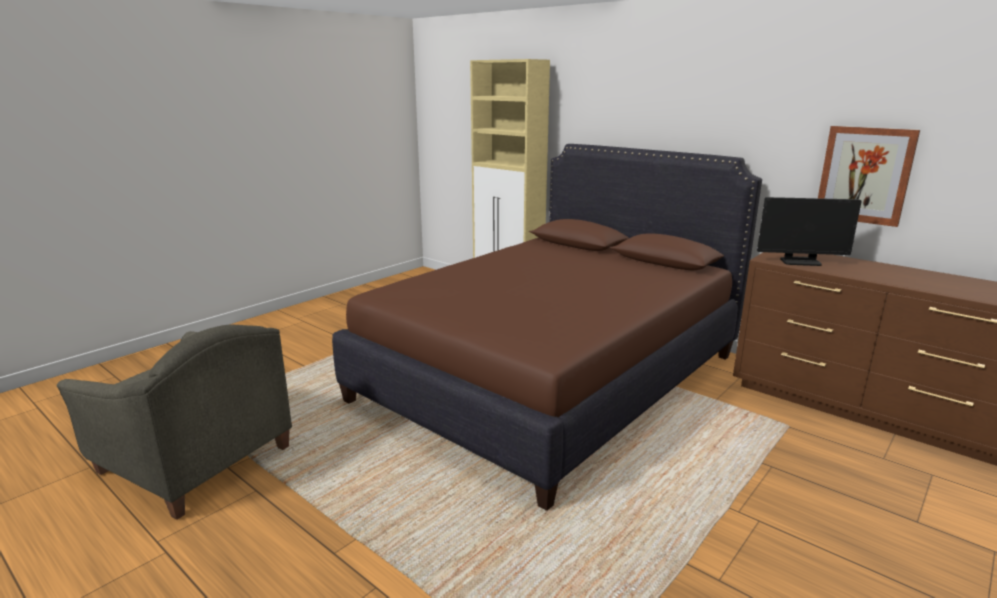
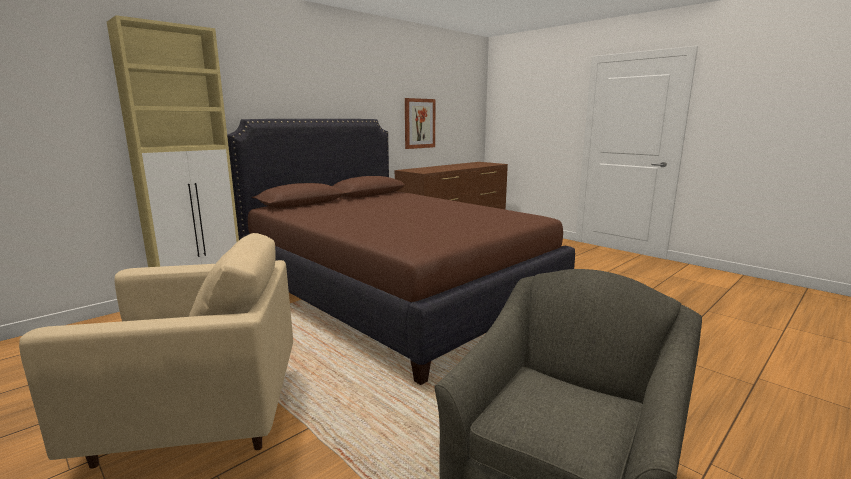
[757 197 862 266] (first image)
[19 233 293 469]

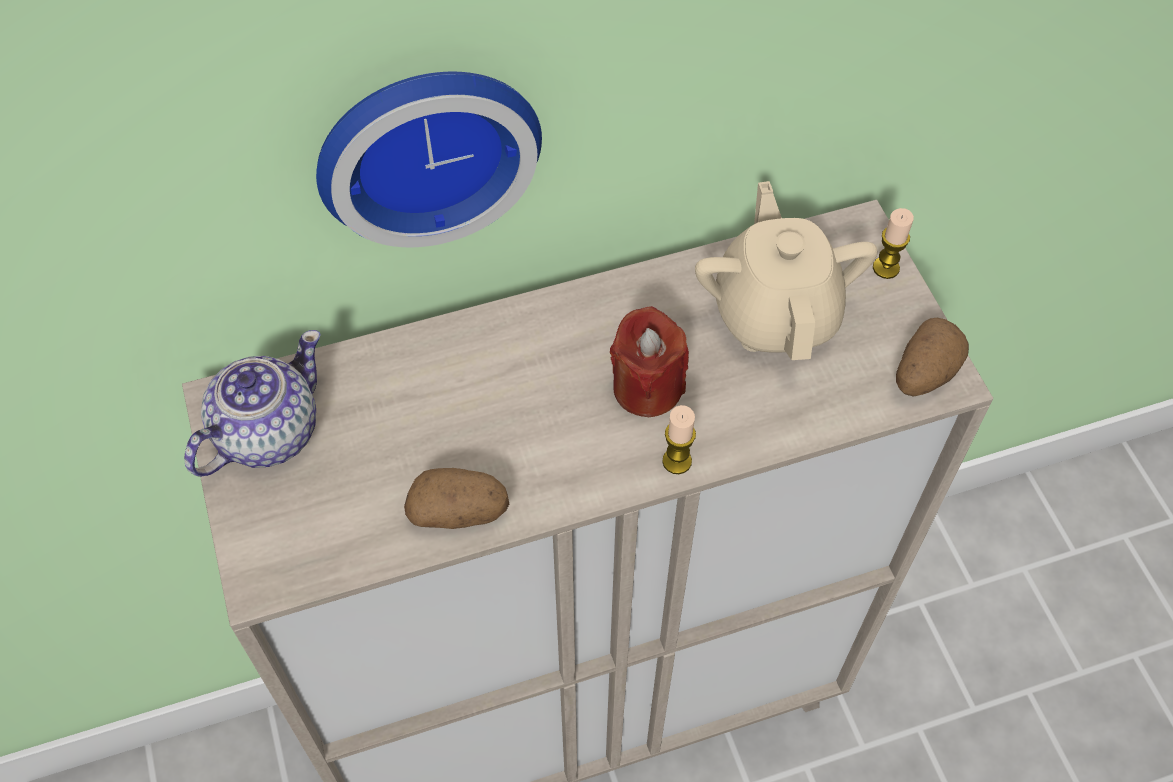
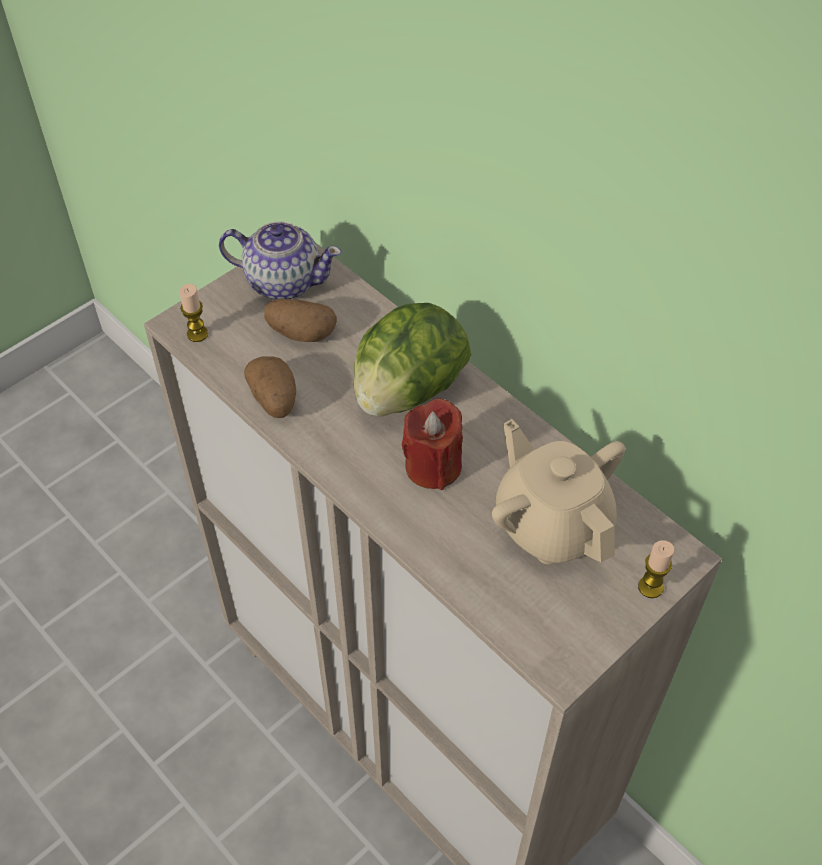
[316 72 542 247] (first image)
[179 284 208 342]
[492 419 625 564]
[265 299 337 342]
[354 303 471 416]

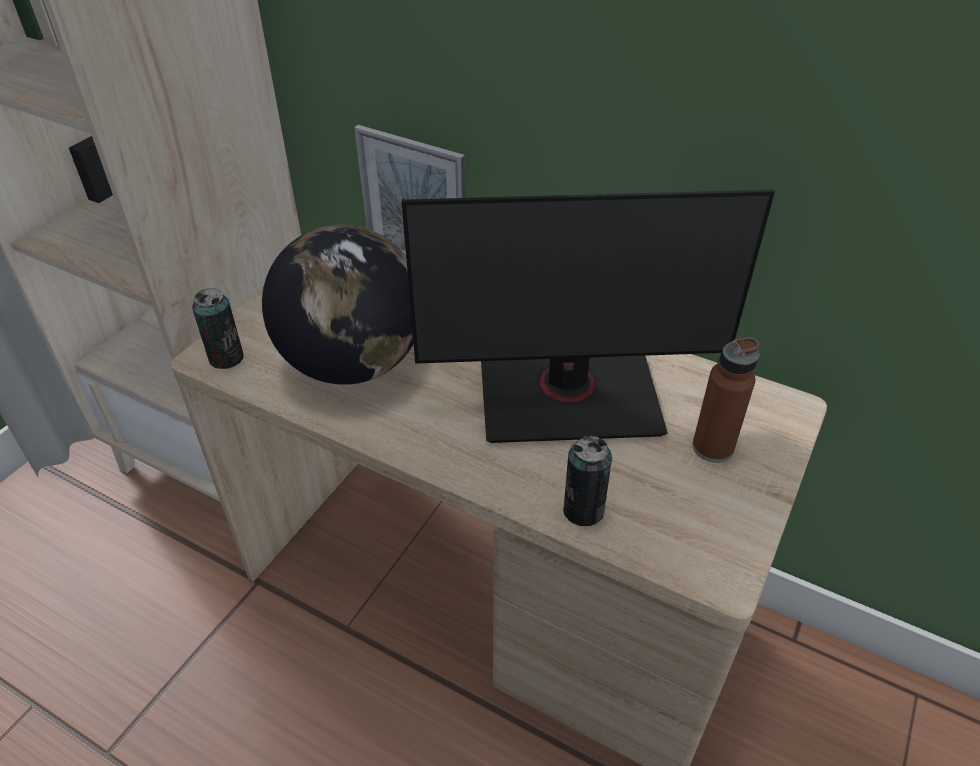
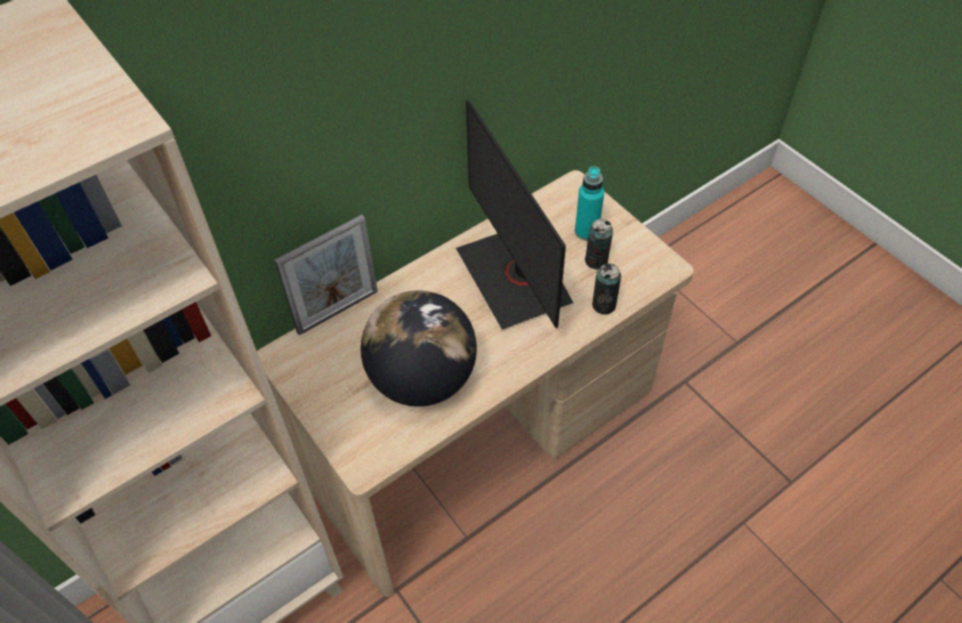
[585 219 613 270]
[456 100 573 329]
[575 166 604 241]

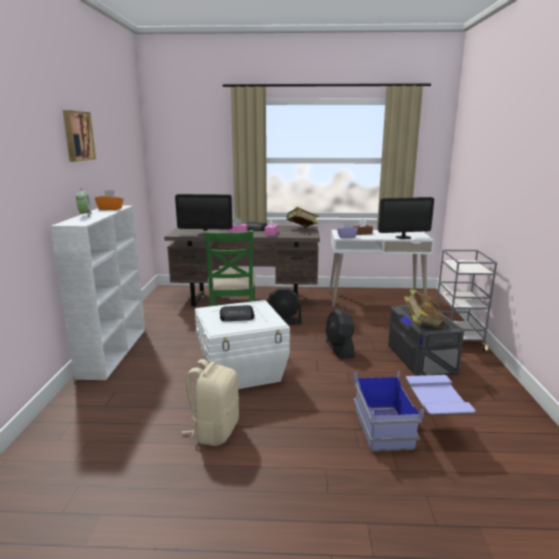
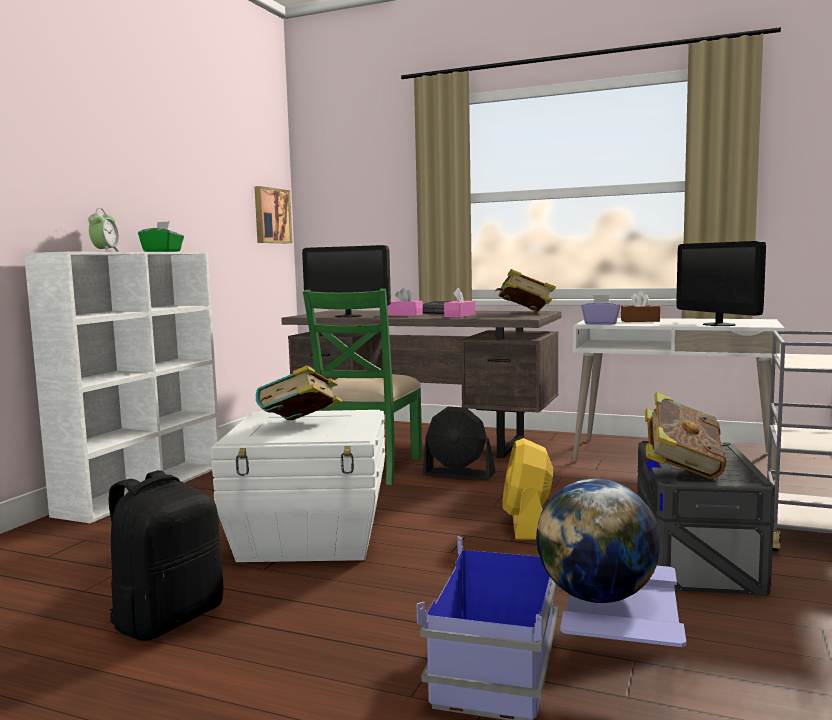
[255 186 293 243]
[138 221 184 252]
[109 470 223 641]
[256 365 342 420]
[502 438 553 540]
[676 241 766 326]
[536 479 661 603]

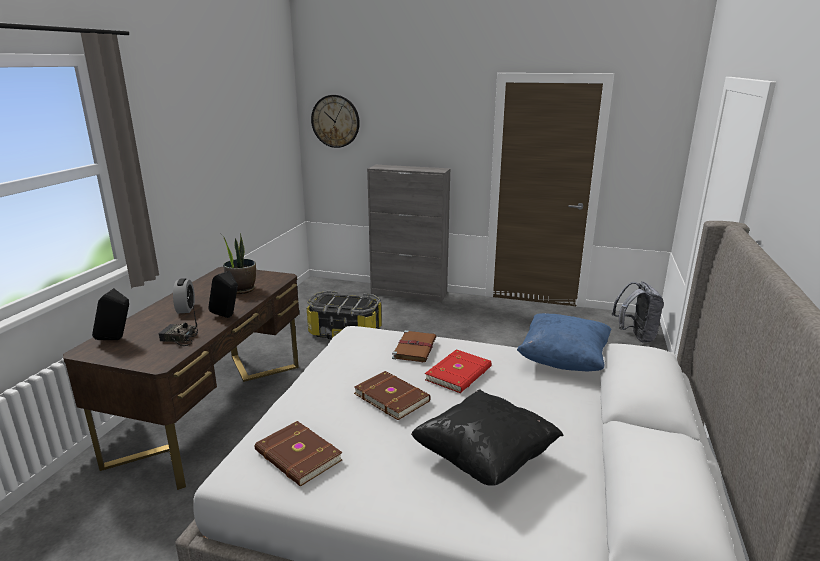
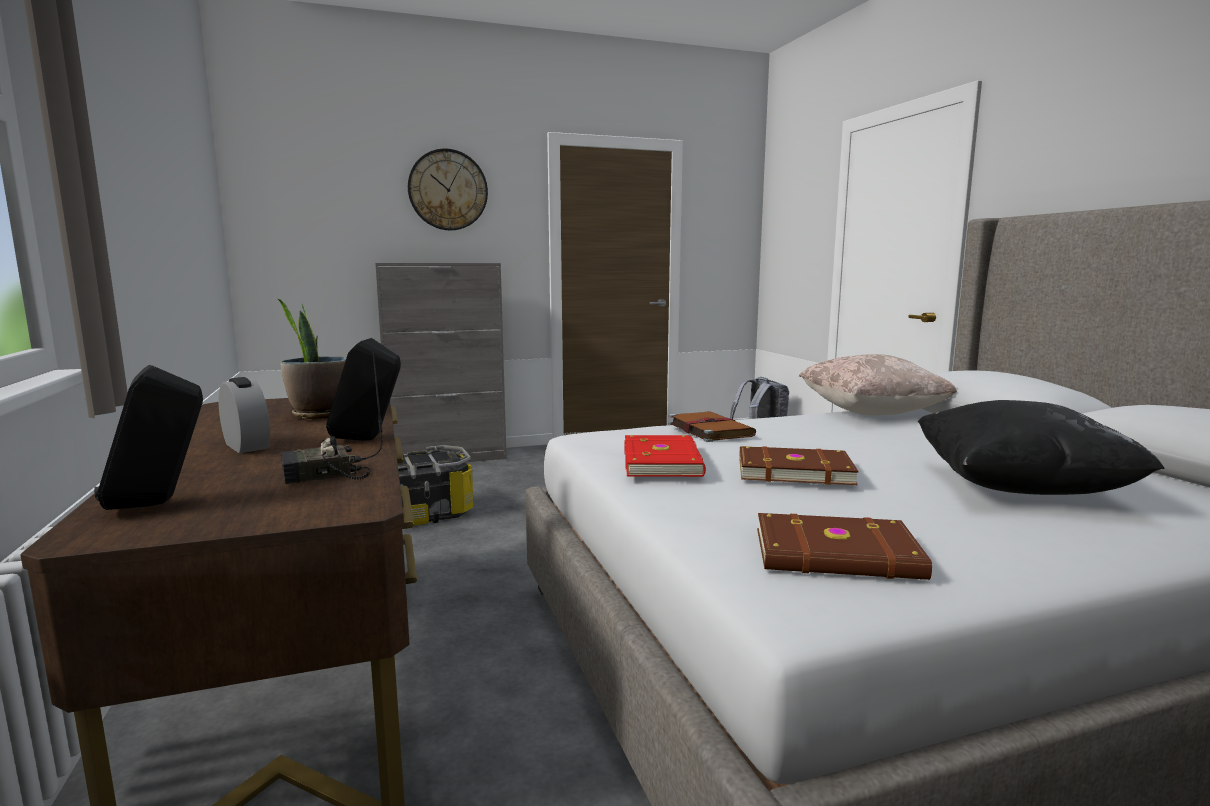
[408 149 488 230]
[625 435 706 477]
[799 354 957 415]

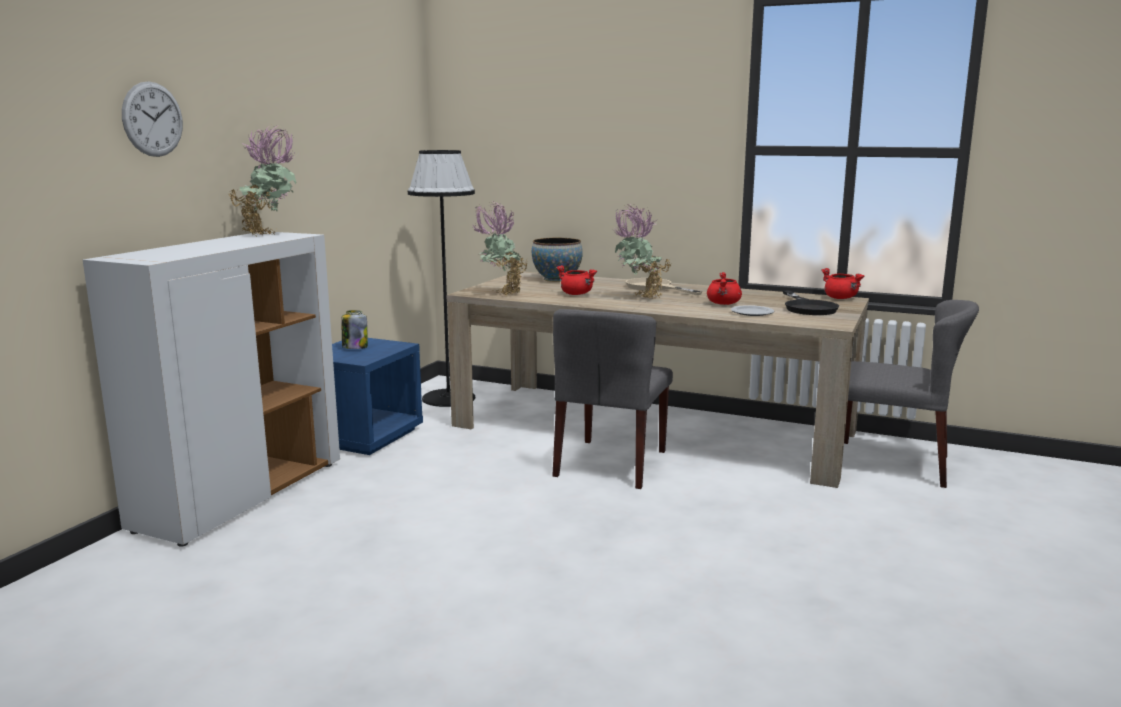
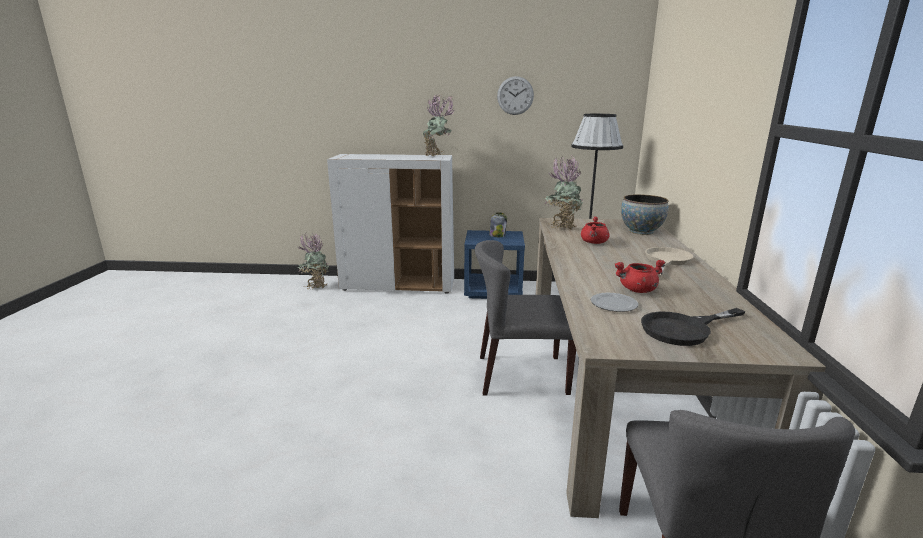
[497 76 534 115]
[297 232 329 289]
[821 268 865 299] (first image)

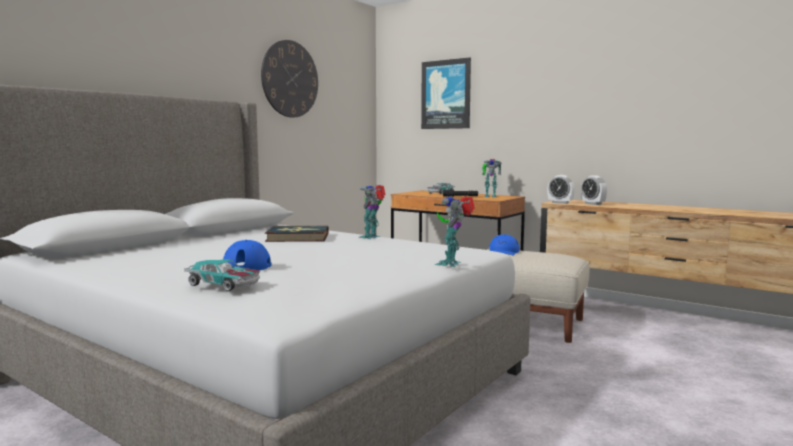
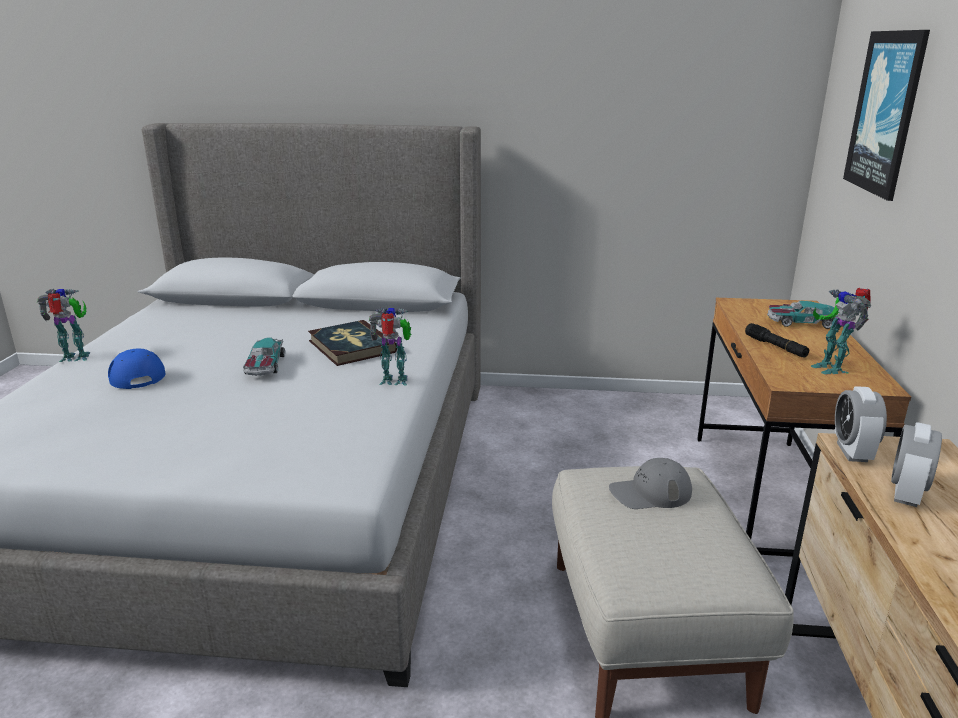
[243 338 285 376]
[261 40 318 118] (first image)
[37 289 90 362]
[609 458 692 509]

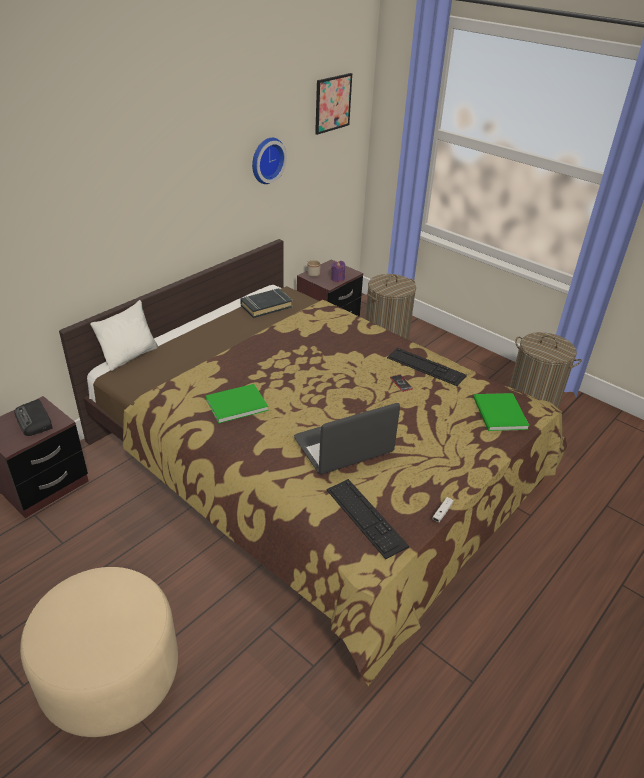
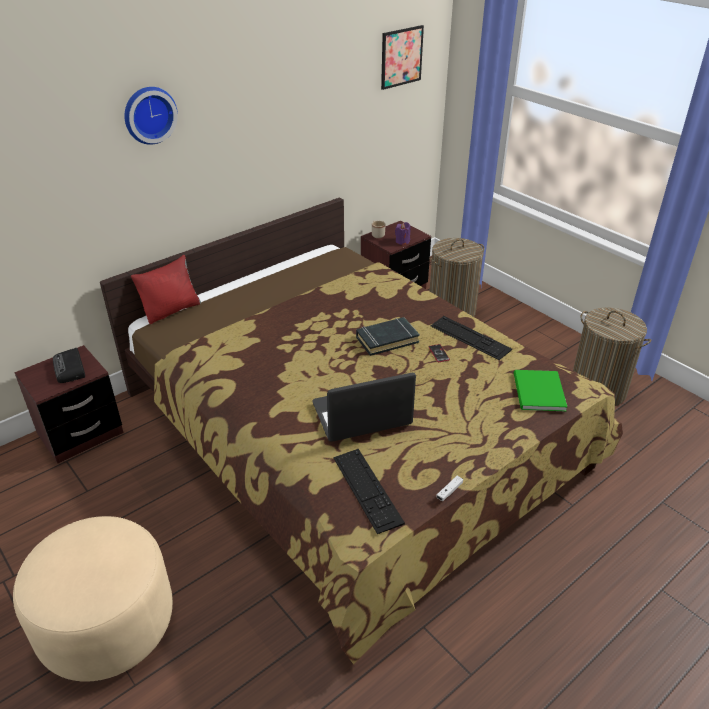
[131 255 201 324]
[205 384 268 424] (first image)
[356 317 420 356]
[124 87 178 145]

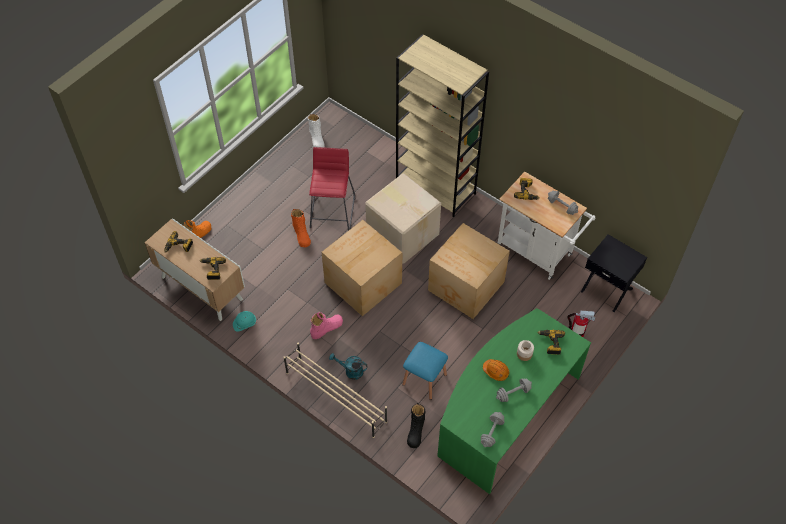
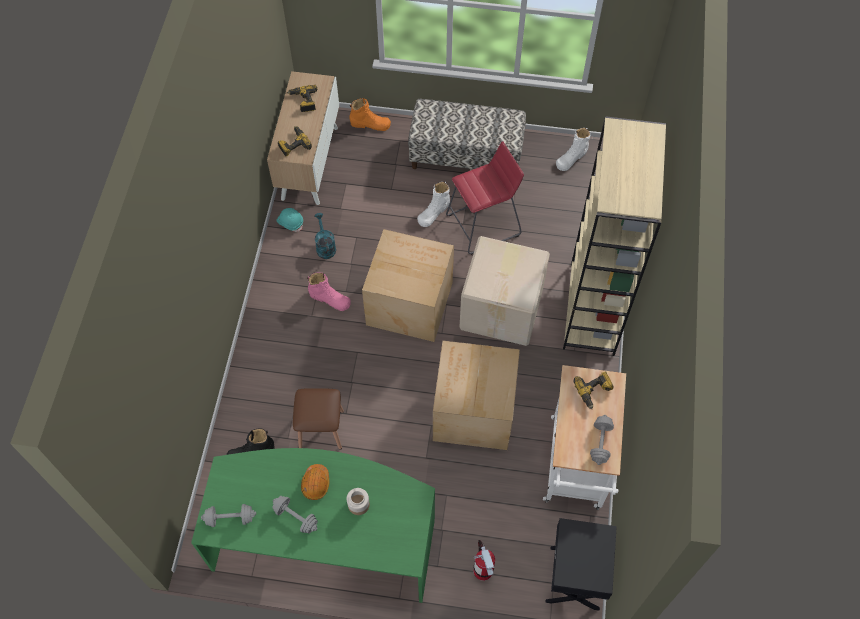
[284 343 387 438] (first image)
[417 181 450 227]
[315 213 336 259]
[293 388 344 450]
[537 330 565 355] (first image)
[408 99 526 169]

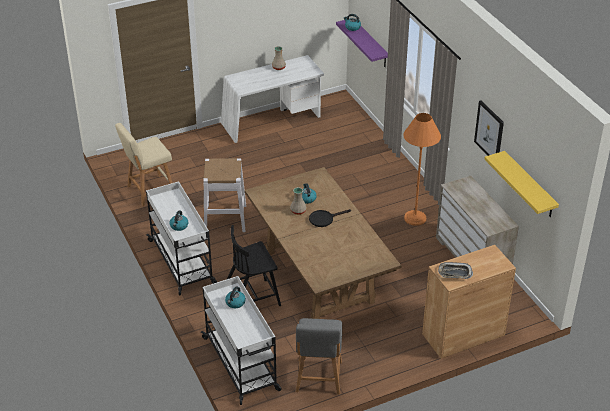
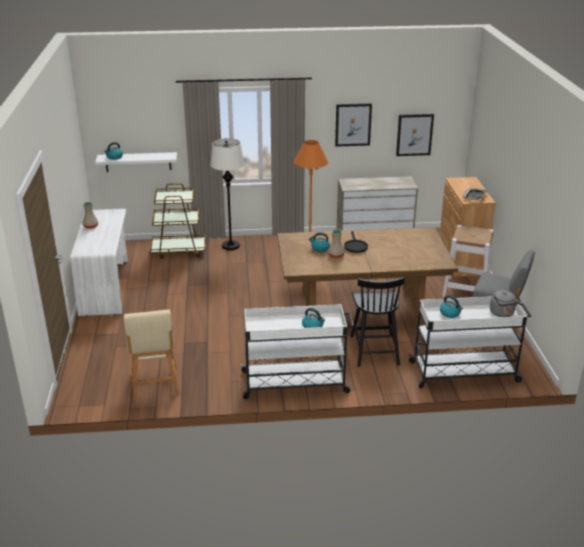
[442 225 494 298]
[95 152 177 172]
[396 114 434 156]
[150 183 205 259]
[210 138 244 250]
[490 290 521 317]

